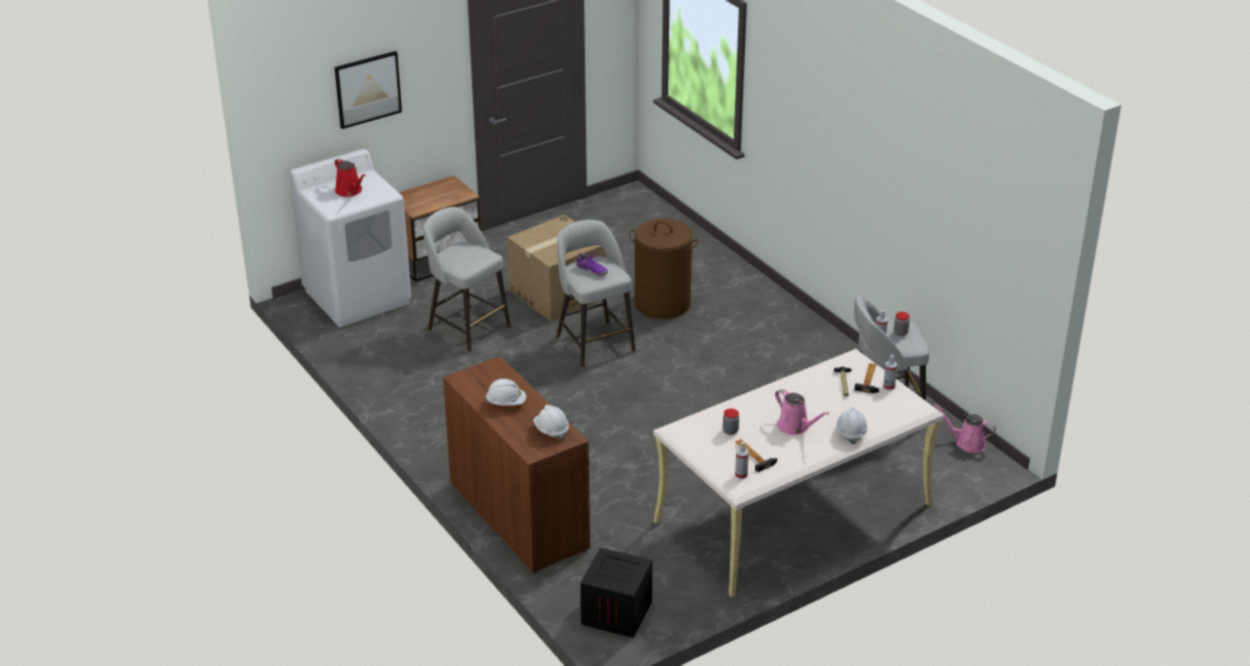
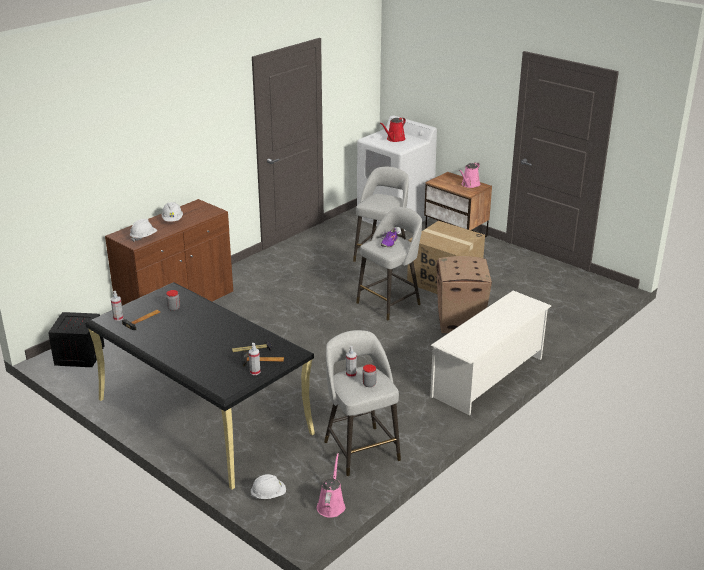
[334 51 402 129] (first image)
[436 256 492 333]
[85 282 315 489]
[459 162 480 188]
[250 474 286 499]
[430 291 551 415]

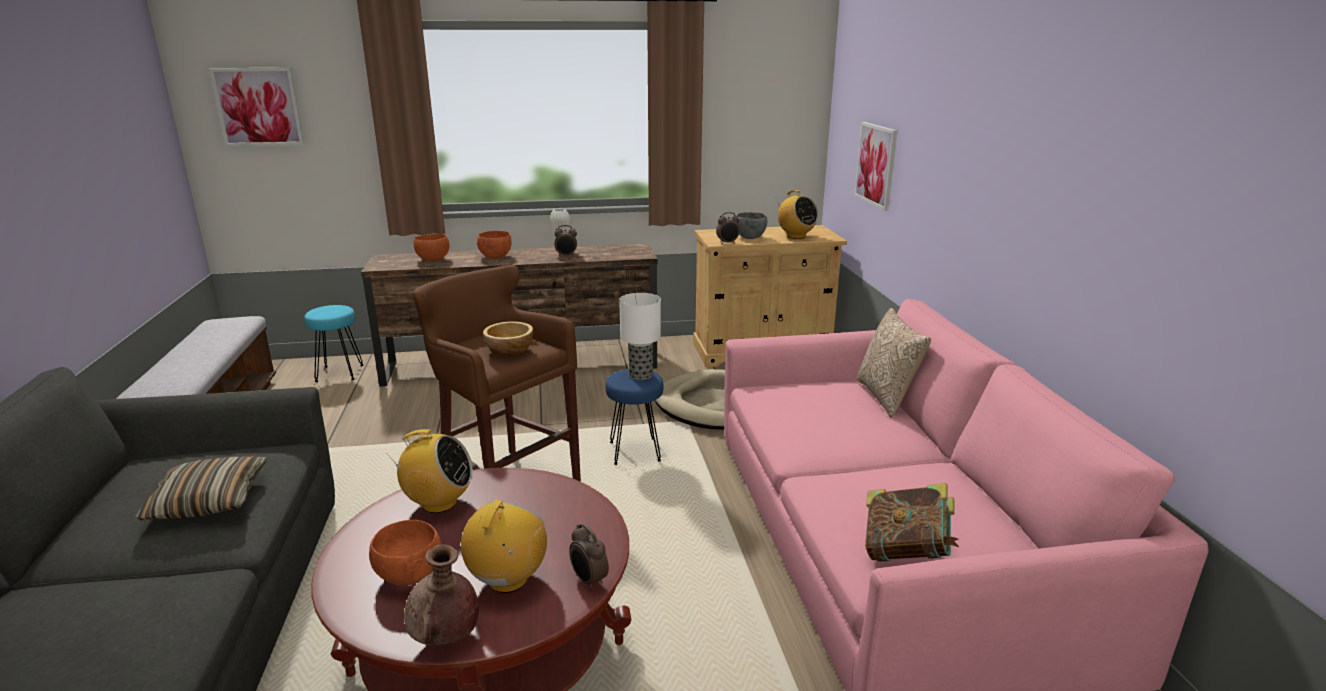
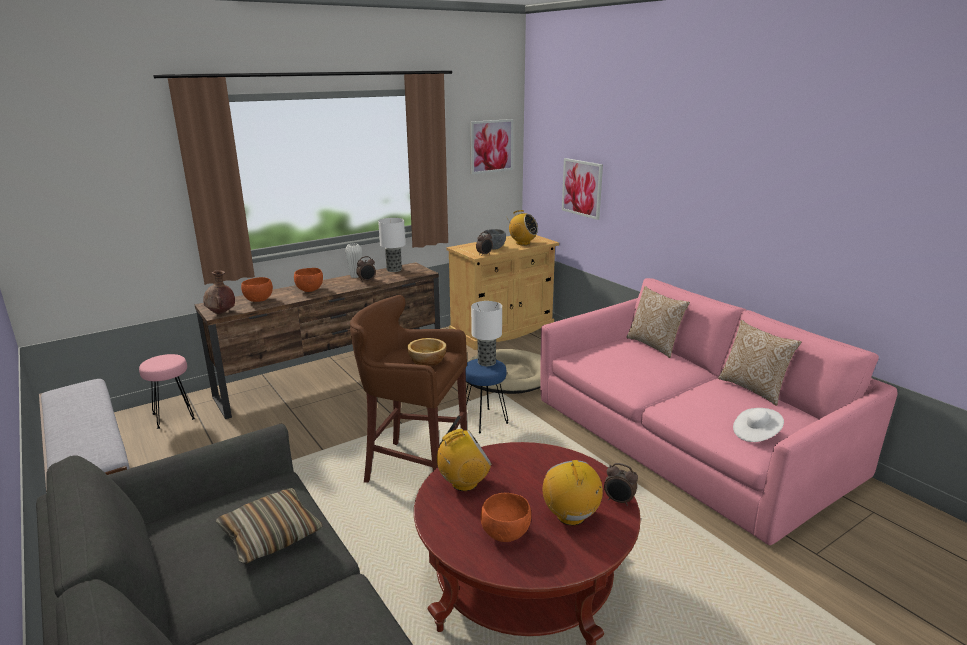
[470 119 513 174]
[139 354 195 429]
[203 270 235 314]
[733 408 784 442]
[378 218 405 272]
[718 320 802 406]

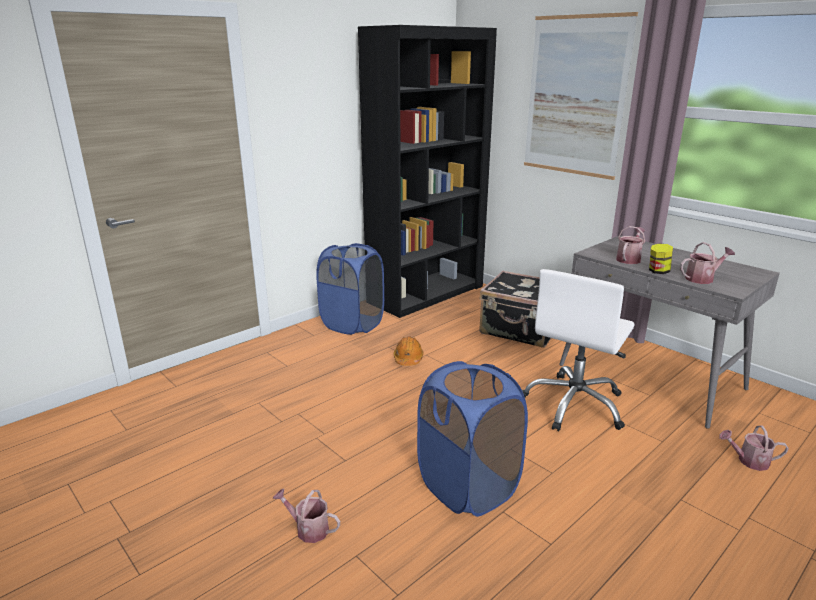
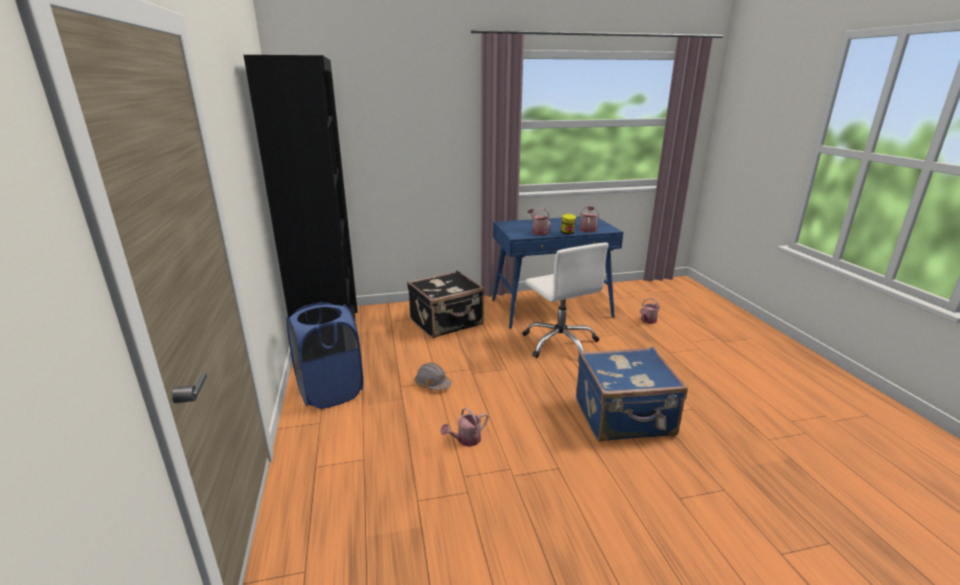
[440 408 488 447]
[415 363 452 390]
[576 347 688 442]
[524 12 638 180] (first image)
[492 216 624 329]

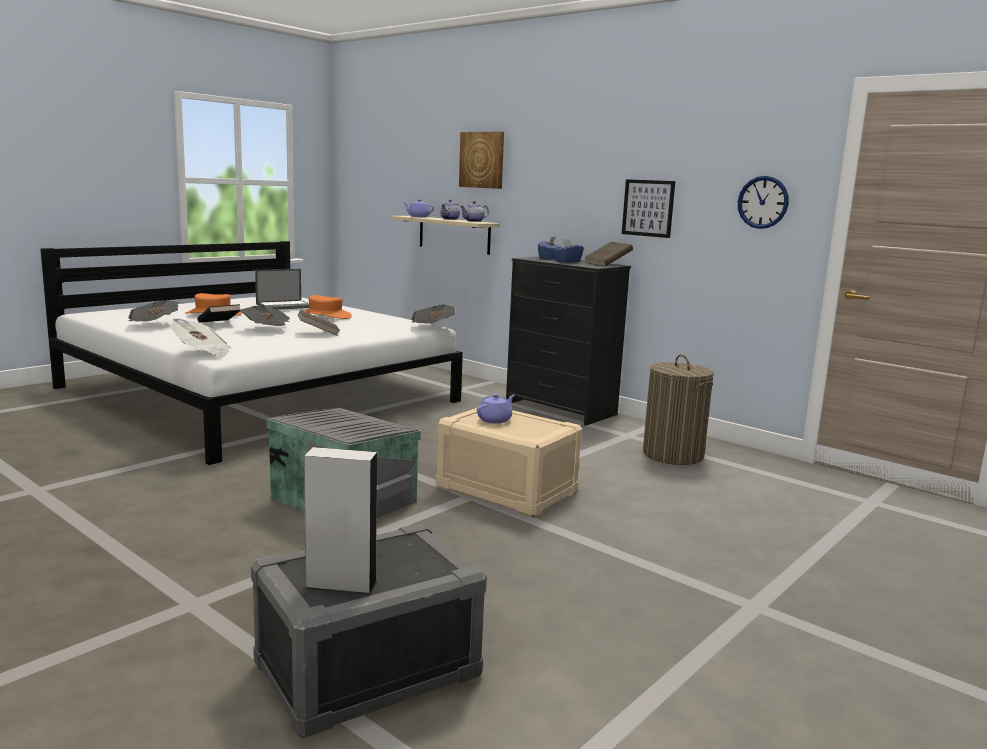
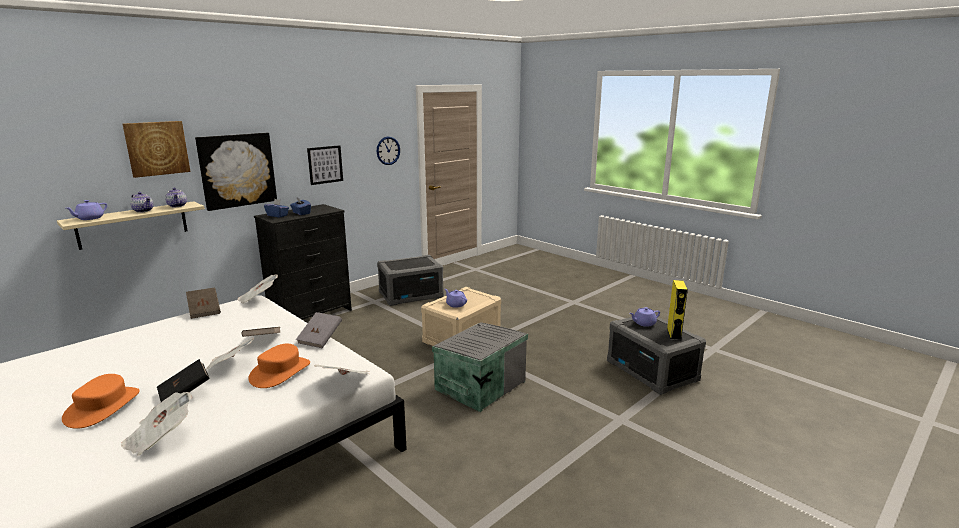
[255 269 309 310] (first image)
[248 344 310 388]
[667 280 688 340]
[186 288 221 319]
[377 255 444 306]
[195 133 277 211]
[296 312 342 348]
[629 307 660 327]

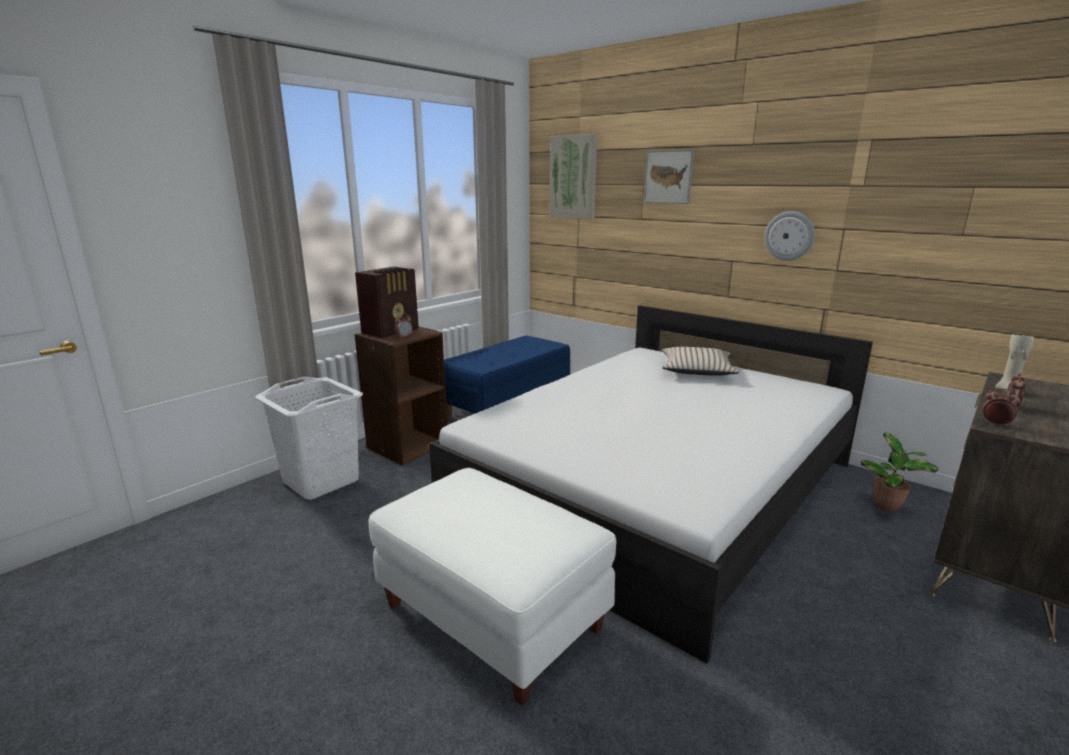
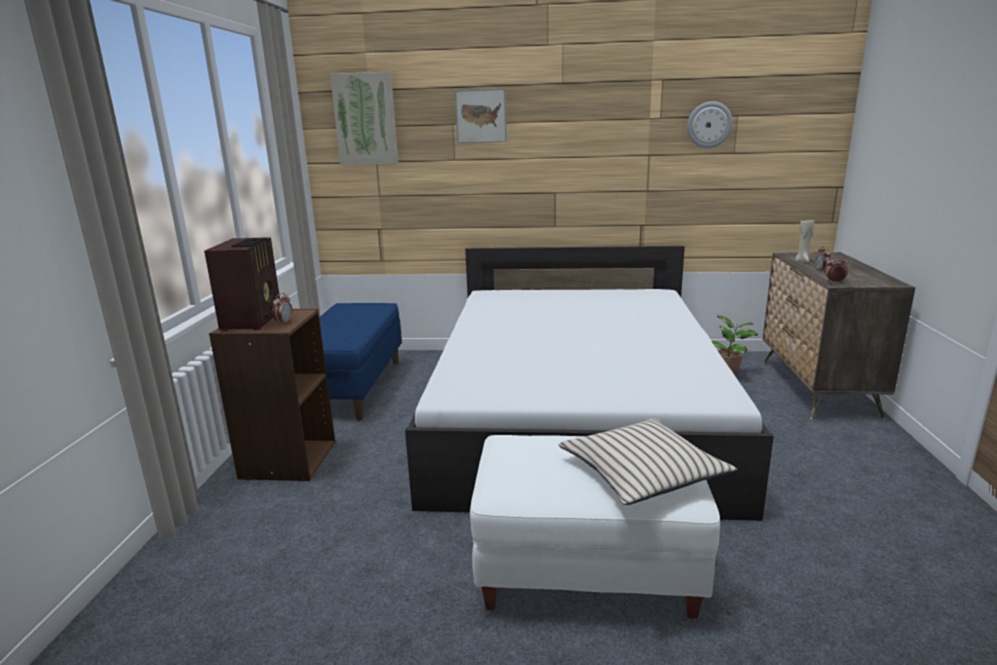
[255 377 363 500] (first image)
[559 418 737 505]
[687 101 733 148]

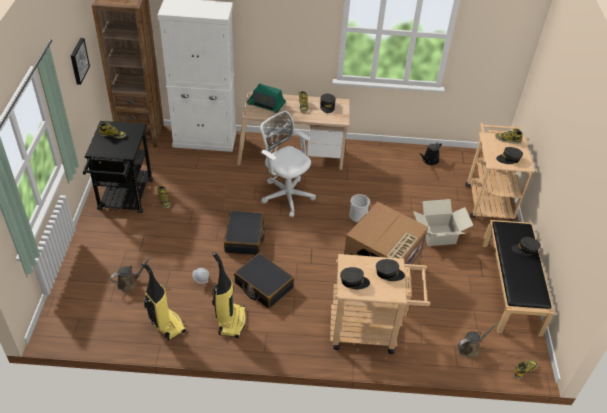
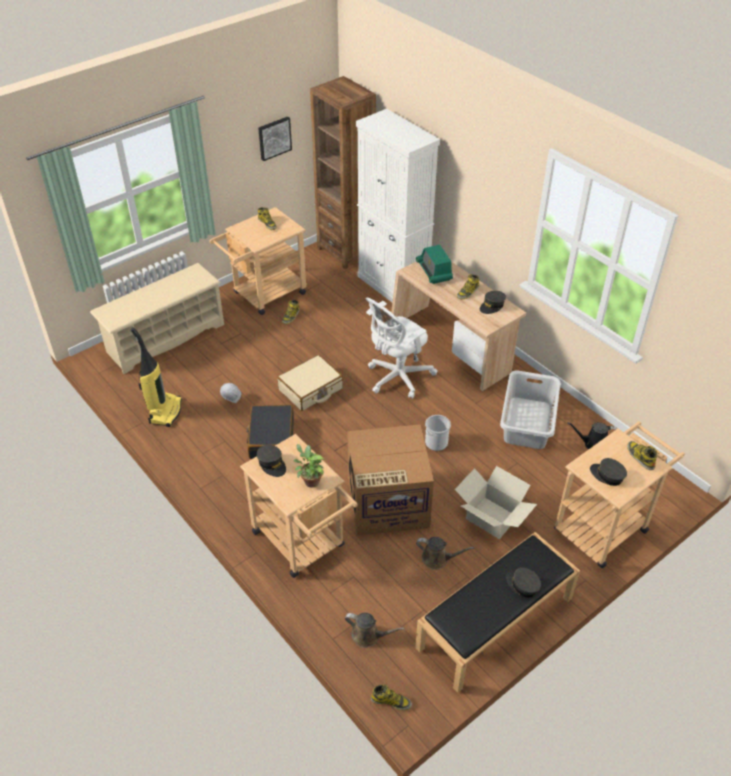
[209 207 307 315]
[416 537 474 570]
[212 252 246 338] (first image)
[277 355 343 411]
[365 297 437 399]
[293 444 325 488]
[90 263 224 374]
[500 370 561 449]

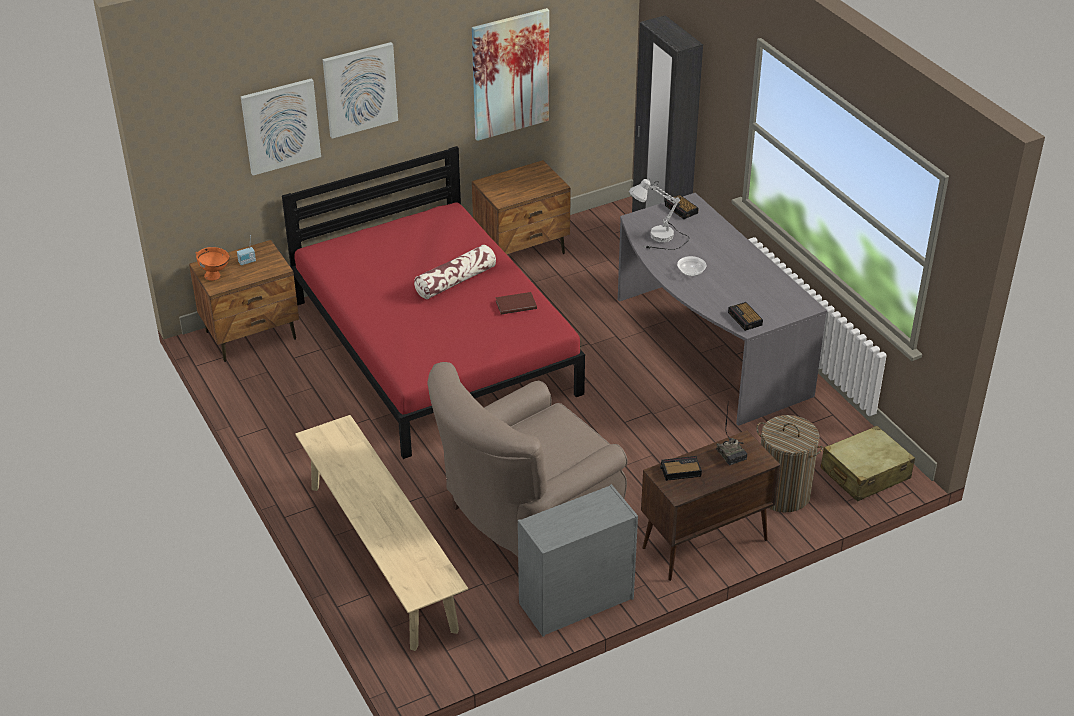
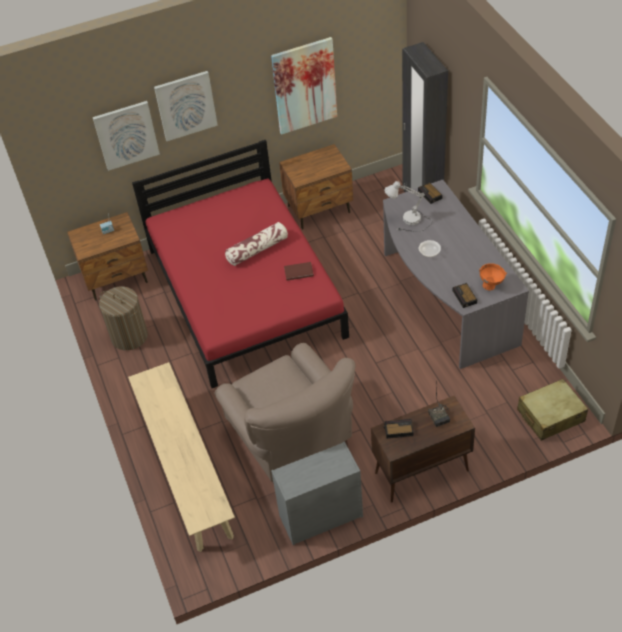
[479 263 507 291]
[215 343 355 484]
[99 286 148 350]

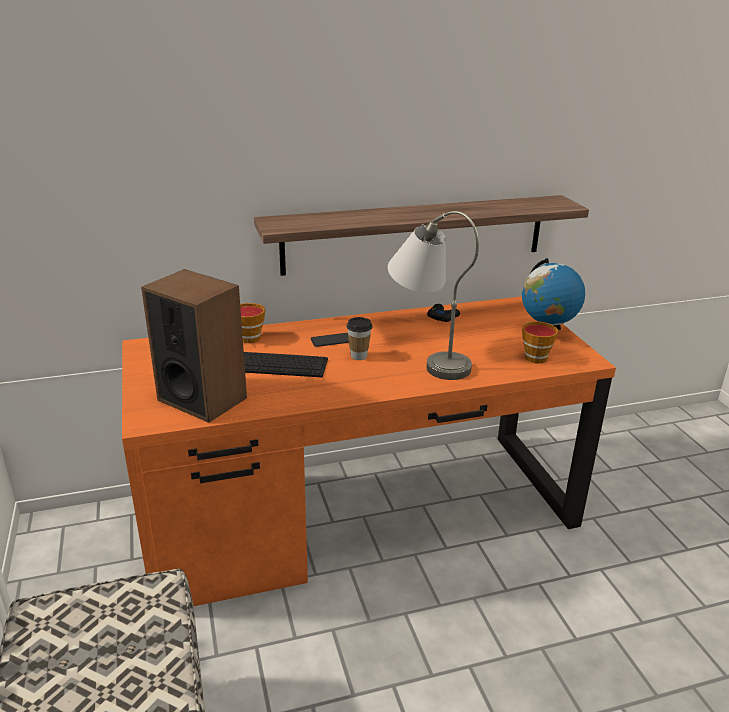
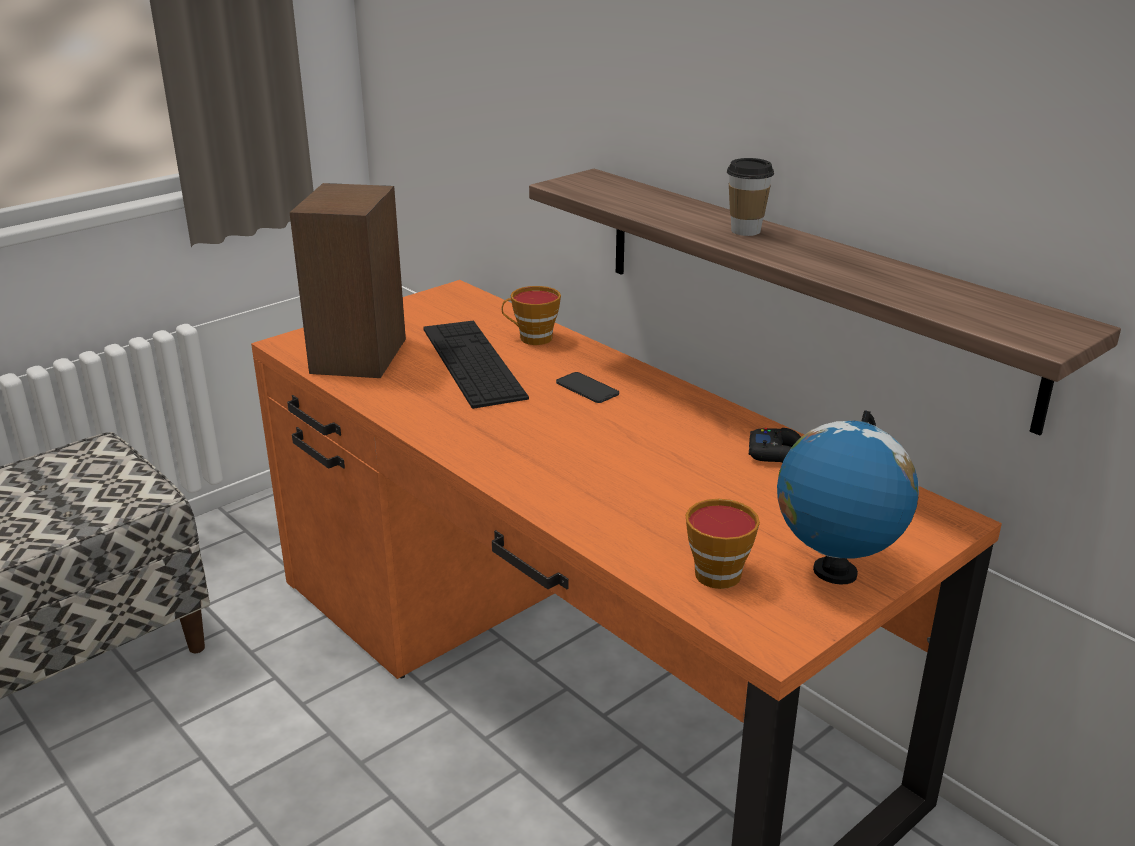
[727 158 774 236]
[388 211 479 380] (first image)

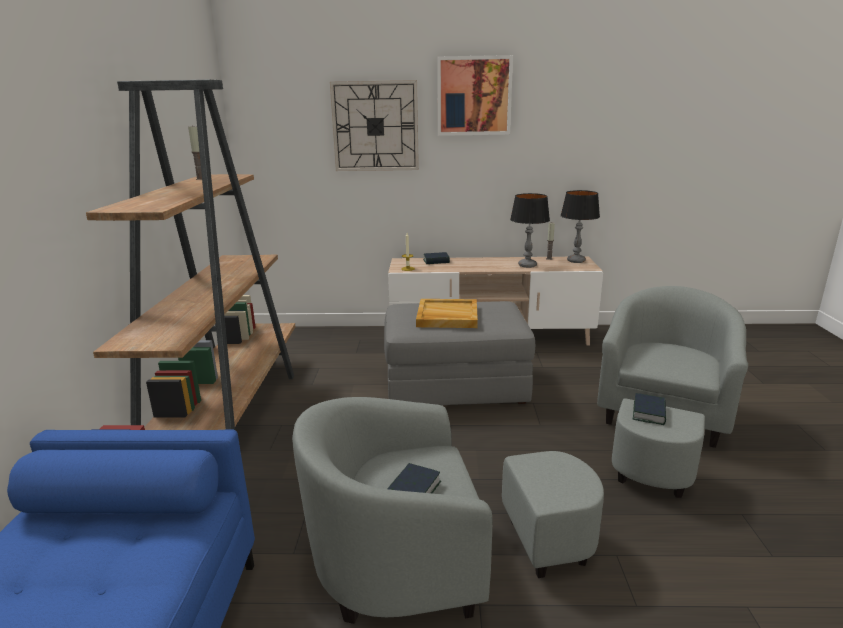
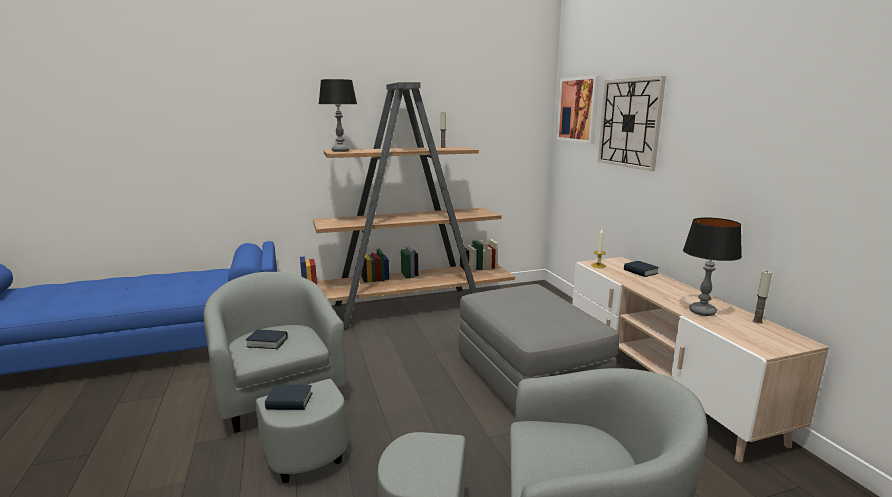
[416 299 478 328] (first image)
[557 75 600 144]
[319 79 357 152]
[265 385 312 410]

